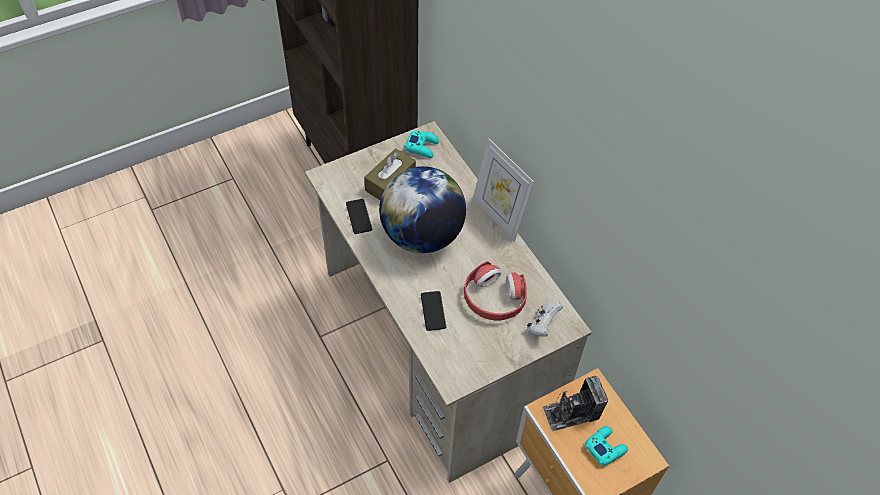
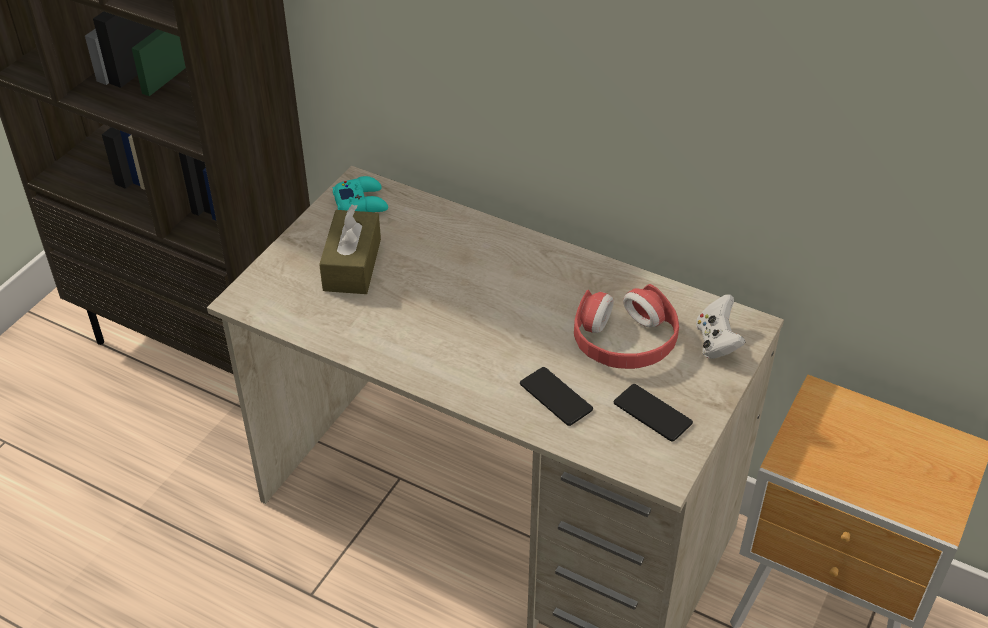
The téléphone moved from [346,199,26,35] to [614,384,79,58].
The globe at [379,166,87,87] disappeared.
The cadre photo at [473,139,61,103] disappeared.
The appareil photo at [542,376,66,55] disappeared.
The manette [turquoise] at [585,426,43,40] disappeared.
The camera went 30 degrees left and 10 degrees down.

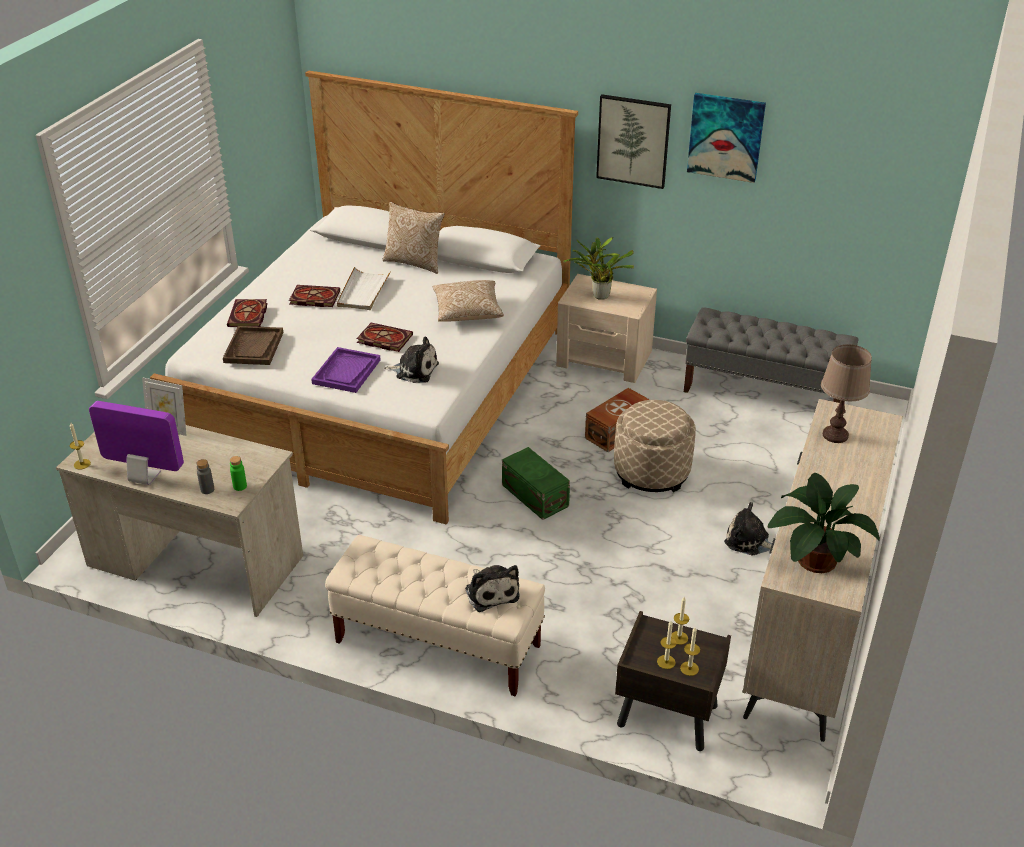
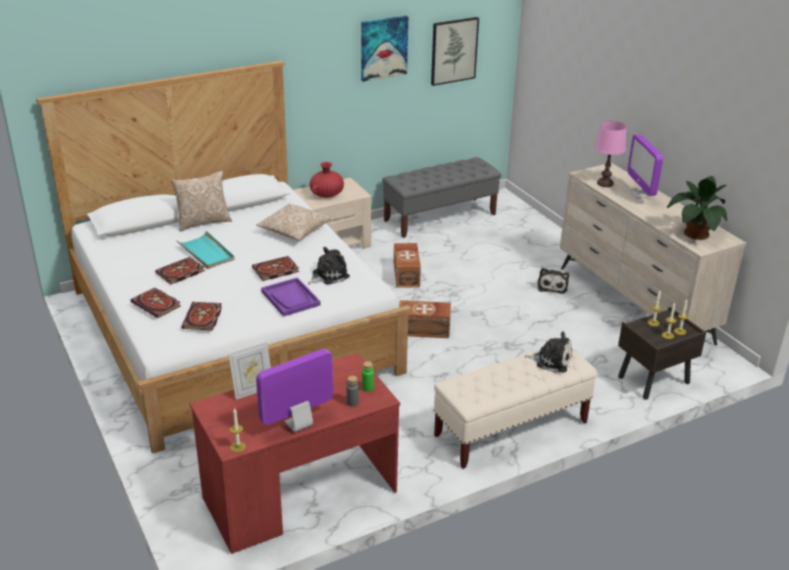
The plateau [blanc] at [337,267,55,43] became the plateau [turquoise] at [176,231,59,38].
The plateau [marron] at [223,326,61,39] was replaced by the livre at [181,302,41,29].
The bureau [beige] at [56,425,247,192] became the bureau [rouge] at [189,353,211,201].
The plante en pot at [563,237,71,63] was replaced by the vase [rouge] at [310,162,34,36].
The boîte de rangement [vert] at [502,447,68,73] became the boîte de rangement [marron] at [399,300,52,38].
The tableau moved from [596,94,75,95] to [431,17,48,69].
The peluche at [724,502,48,54] turned 60 degrees counterclockwise.
The lampe de table [marron] at [821,344,51,99] became the lampe de table [rose] at [595,121,31,66].
The écran d'ordinateur at [627,134,36,65] appeared.
The pouf [beige] at [614,400,82,92] disappeared.
The camera went 50 degrees left and 5 degrees down.

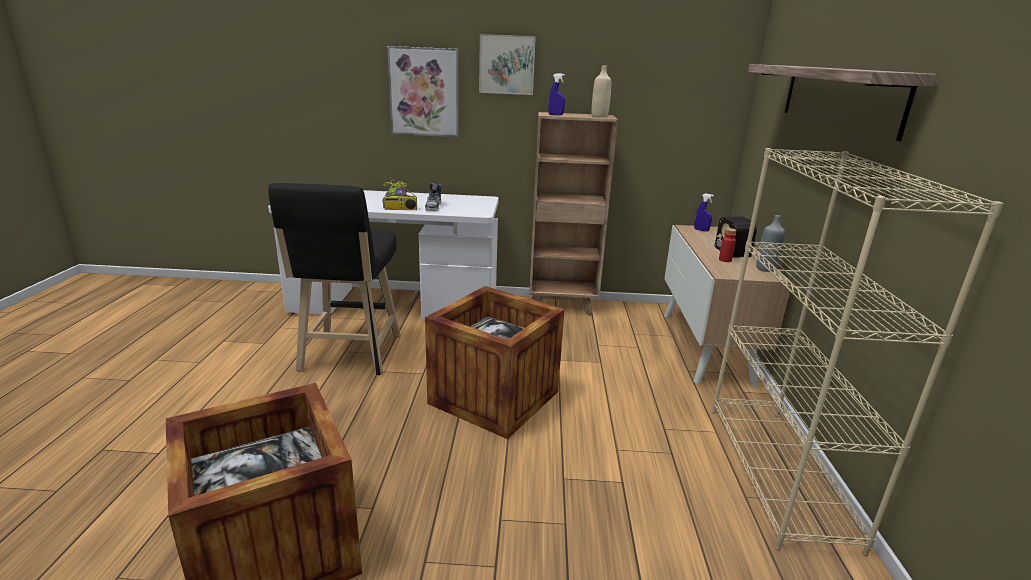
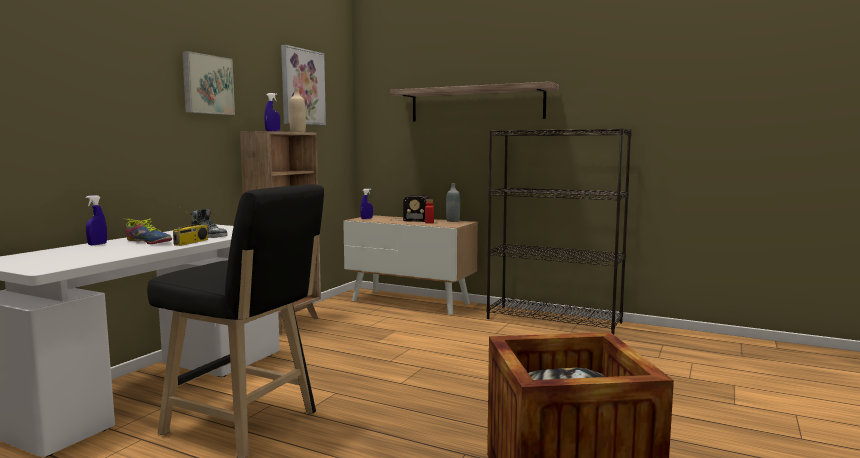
The vaporisateur [bleu] at [86,195,21,50] appeared.
The tableau moved from [387,46,72,91] to [281,45,45,80].
The bibliothèque [beige] at [712,148,291,408] became the bibliothèque [noir] at [487,128,145,207].
The caisse at [425,286,139,153] disappeared.
The camera went 65 degrees left and 15 degrees down.

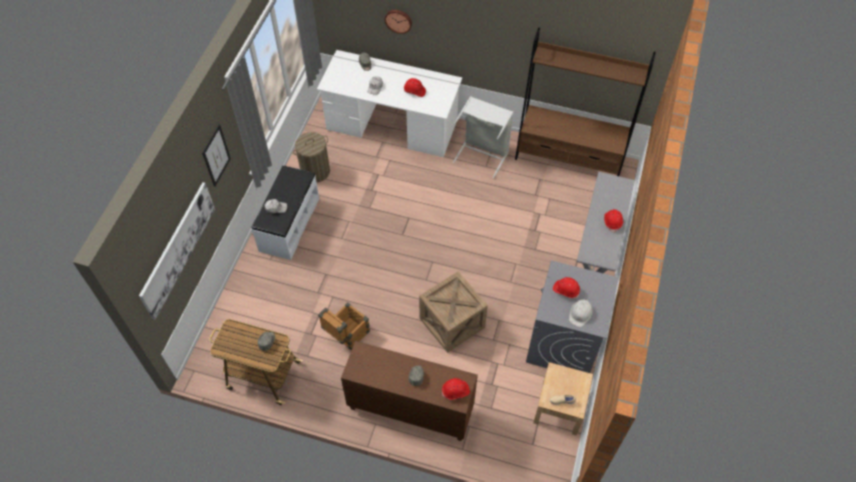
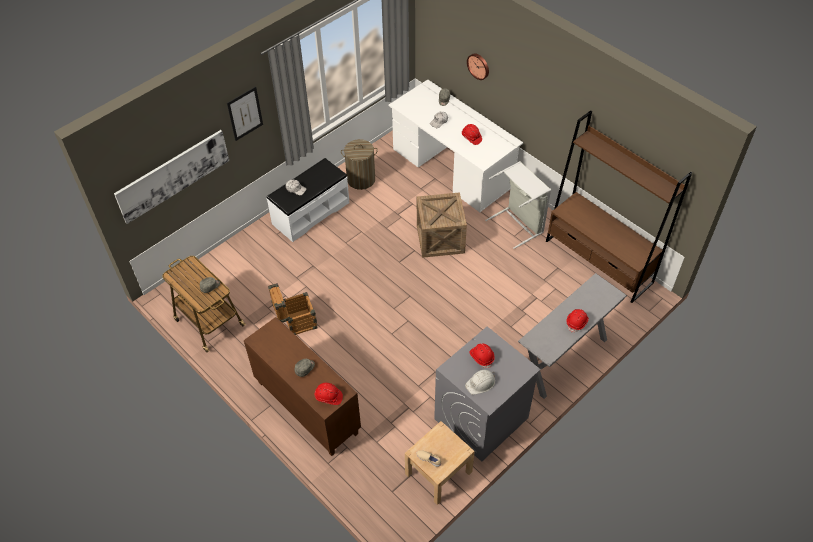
The caisse moved from [419,271,69,82] to [417,192,50,66].
The camera went 30 degrees right and 5 degrees down.

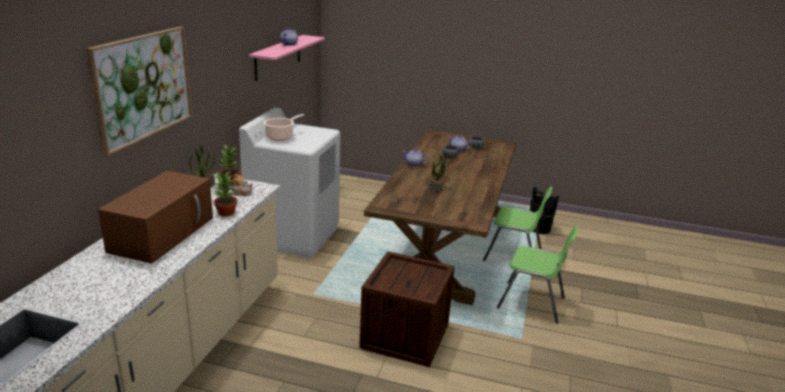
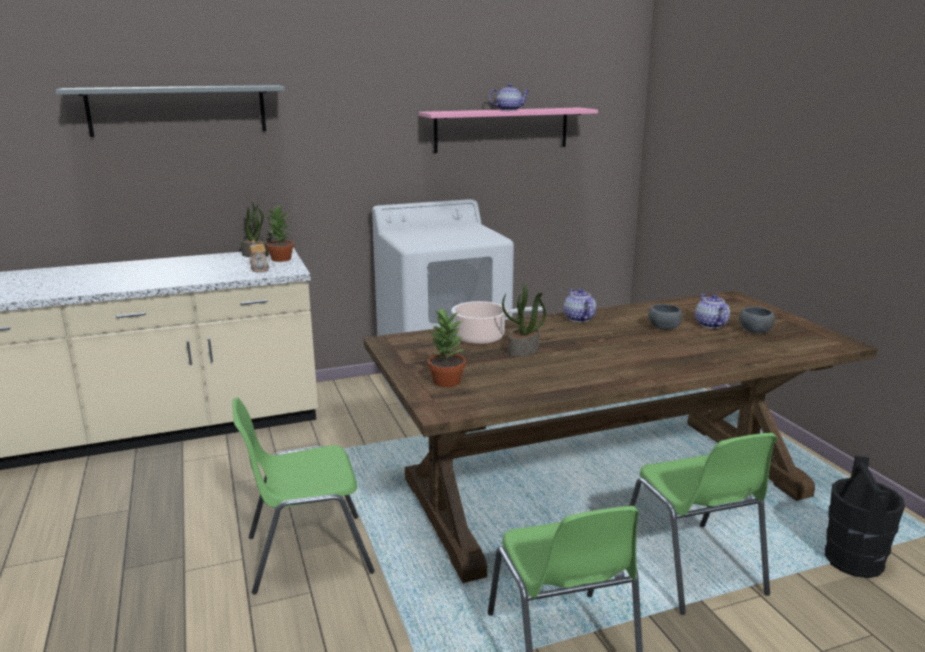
The tableau at [86,27,106,129] was replaced by the étagère [gris] at [55,85,230,52].
The caisse at [359,251,96,116] was replaced by the chaise [vert] at [232,397,143,197].
The plante en pot moved from [213,171,24,45] to [428,307,38,80].
The marmite moved from [264,114,40,27] to [451,301,92,44].
The micro-ondes [marron] at [98,171,115,93] disappeared.
The camera went 55 degrees right and 5 degrees down.

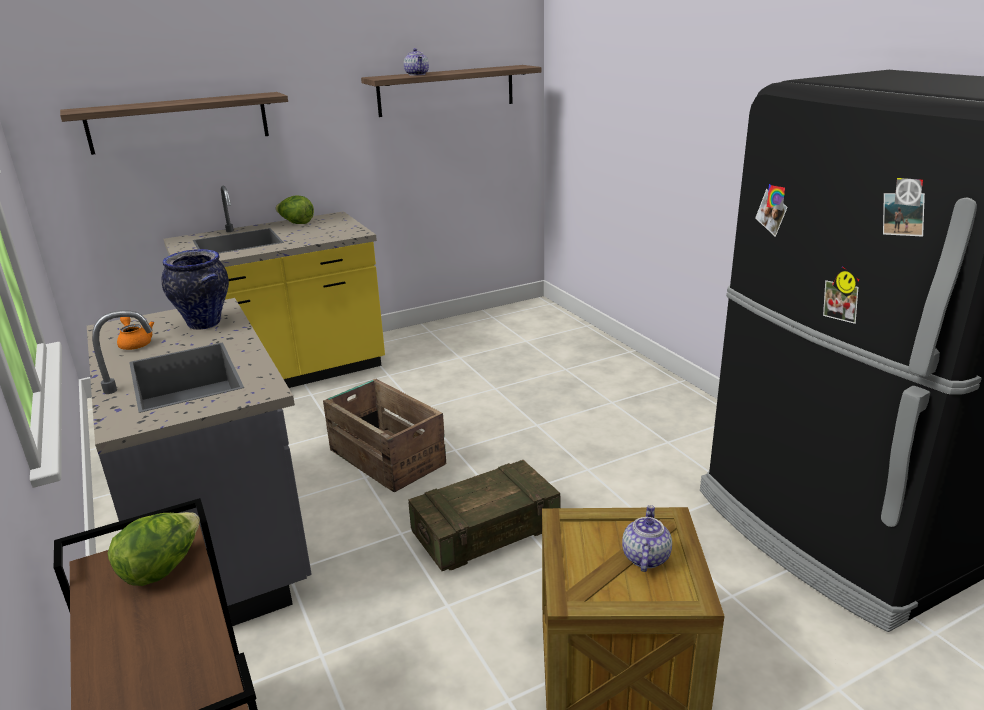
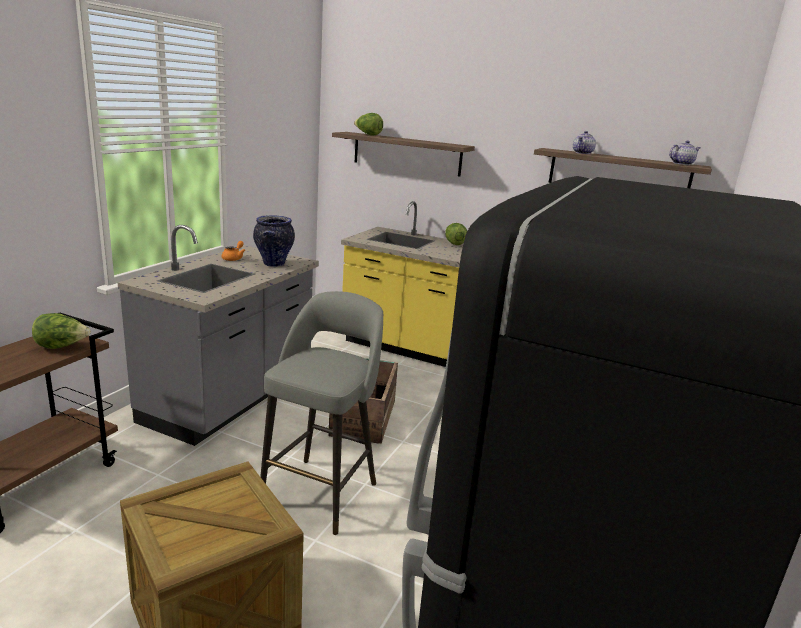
The caisse at [408,460,153,111] was replaced by the tabouret [gris] at [260,291,123,244].
The laitue at [354,113,29,23] appeared.
The théière moved from [622,505,50,67] to [669,141,32,24].
The camera went 50 degrees right and 5 degrees down.

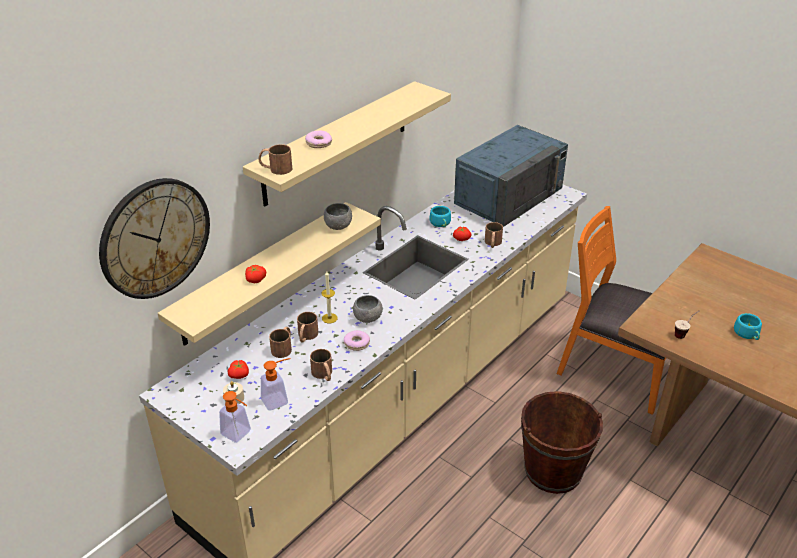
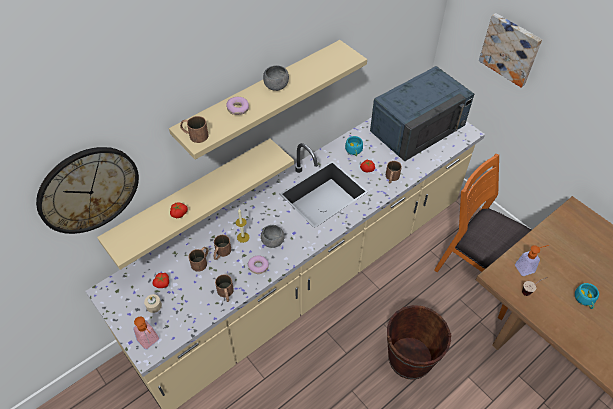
The bol [gris] moved from [324,203,28,27] to [263,65,26,26].
The tableau at [479,13,63,74] appeared.
The distributeur de savon moved from [261,358,30,53] to [515,245,34,31].
The camera went 10 degrees right and 15 degrees up.

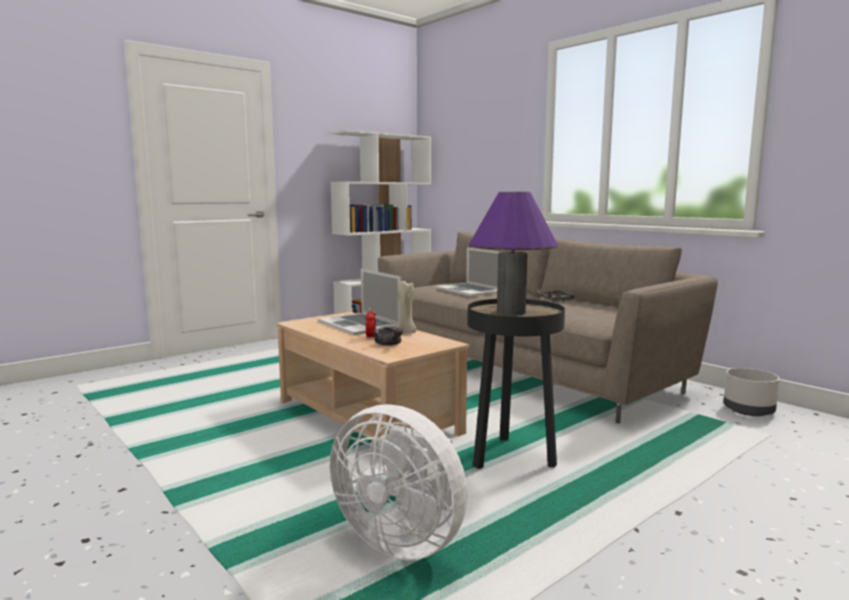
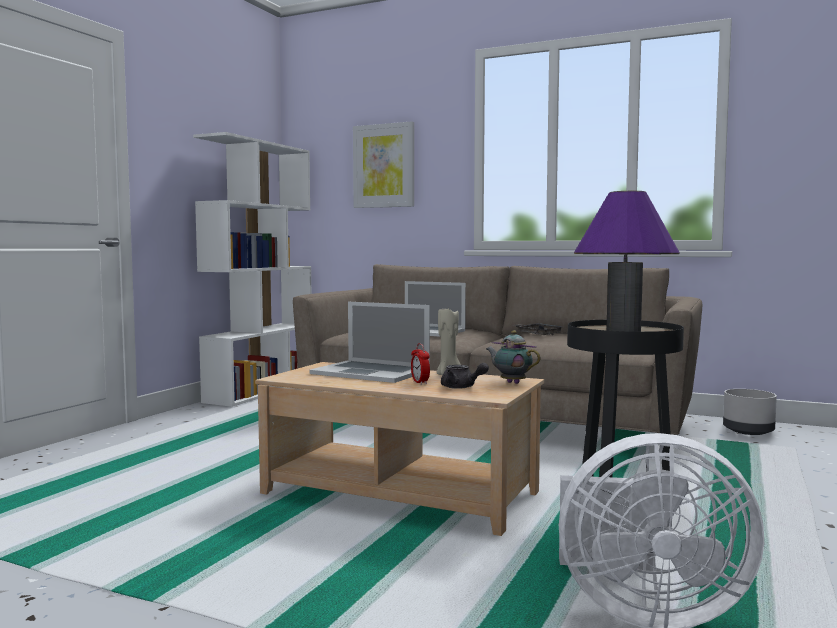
The tableau at [353,121,61,87] appeared.
The théière at [486,331,54,53] appeared.
The camera went 25 degrees left and 5 degrees down.

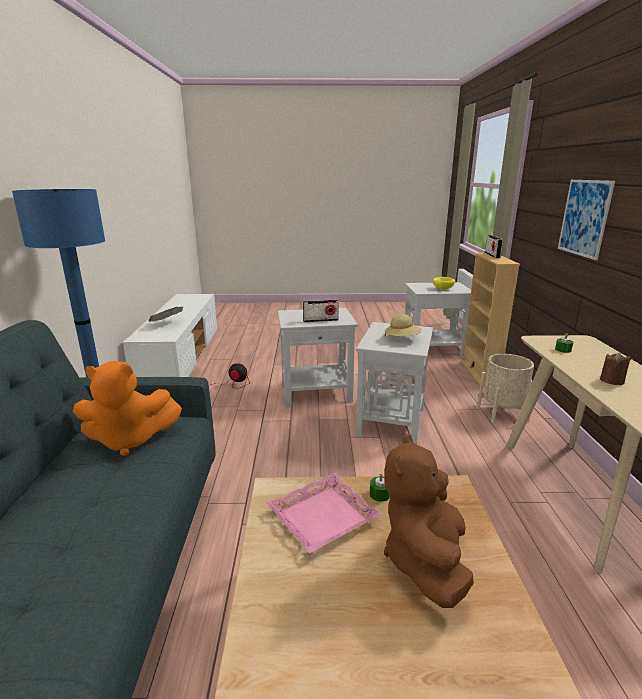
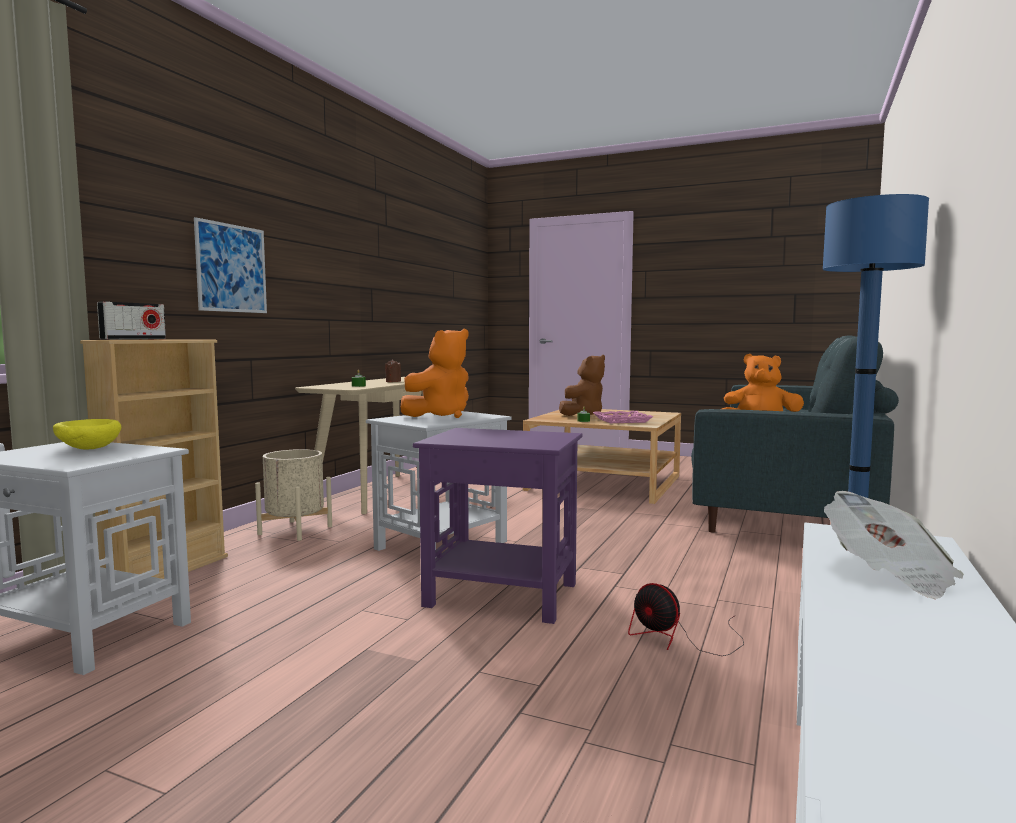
The chapeau [beige] at [385,314,37,22] was replaced by the peluche [orange] at [401,329,68,89].
The table d'appoint [blanc] at [277,308,81,99] became the table d'appoint [violet] at [413,428,169,196].
The radio at [303,300,36,22] disappeared.
The camera went 155 degrees left and 15 degrees down.

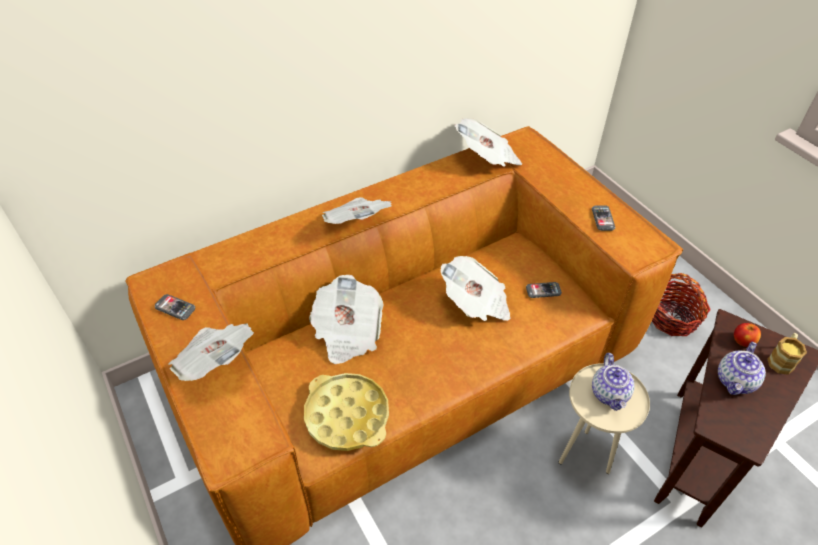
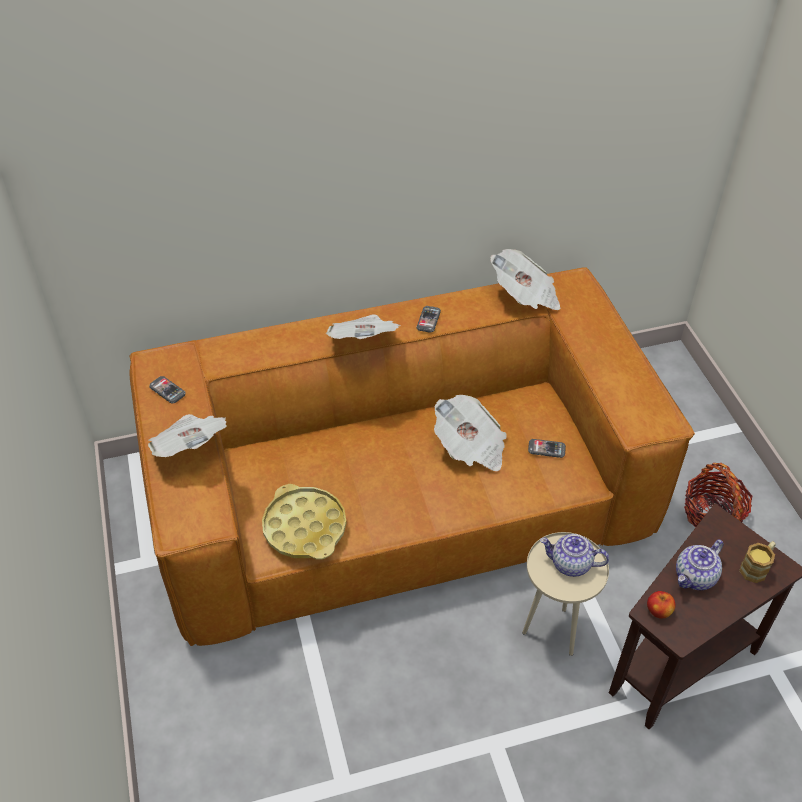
The téléphone moved from [592,205,23,26] to [416,306,25,27].
The théière at [592,353,42,58] turned 90 degrees clockwise.
The pomme moved from [734,323,27,24] to [647,591,29,28].
The journal at [309,275,75,89] disappeared.
The camera went 15 degrees right and 0 degrees up.

